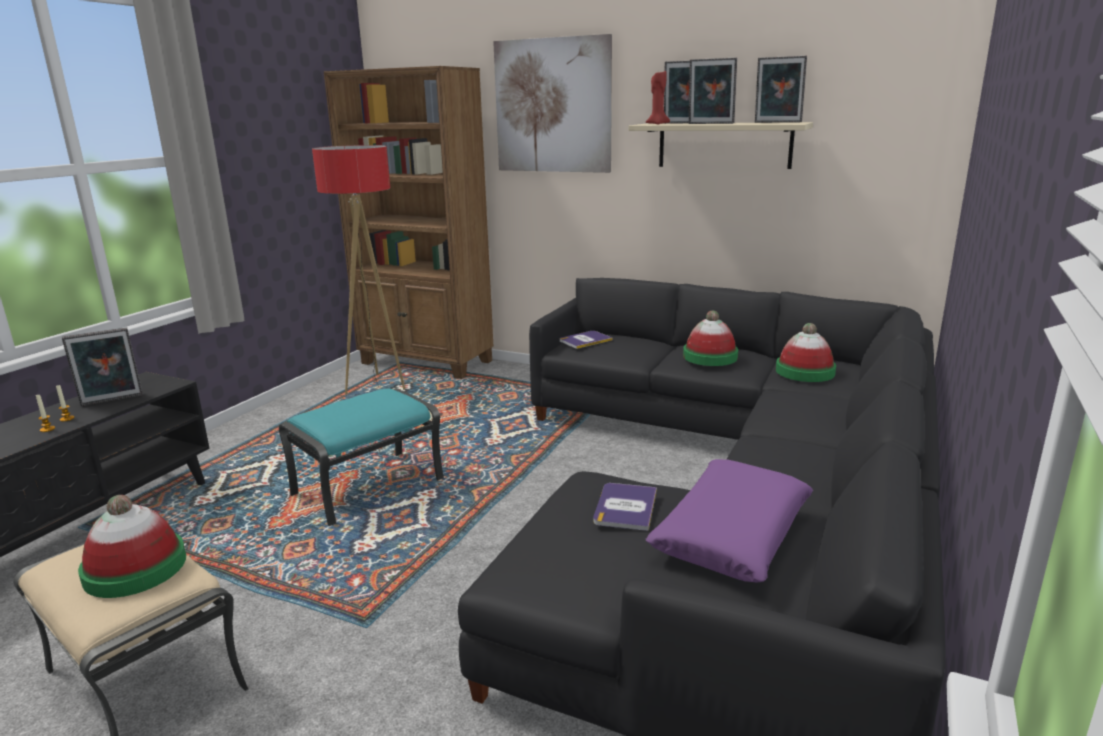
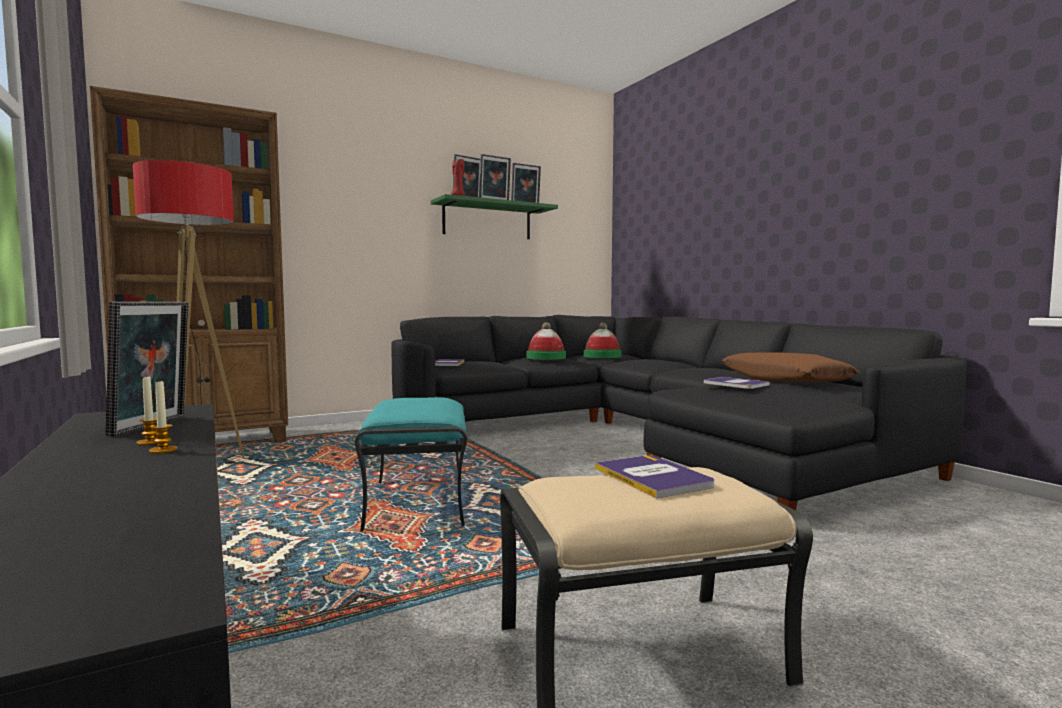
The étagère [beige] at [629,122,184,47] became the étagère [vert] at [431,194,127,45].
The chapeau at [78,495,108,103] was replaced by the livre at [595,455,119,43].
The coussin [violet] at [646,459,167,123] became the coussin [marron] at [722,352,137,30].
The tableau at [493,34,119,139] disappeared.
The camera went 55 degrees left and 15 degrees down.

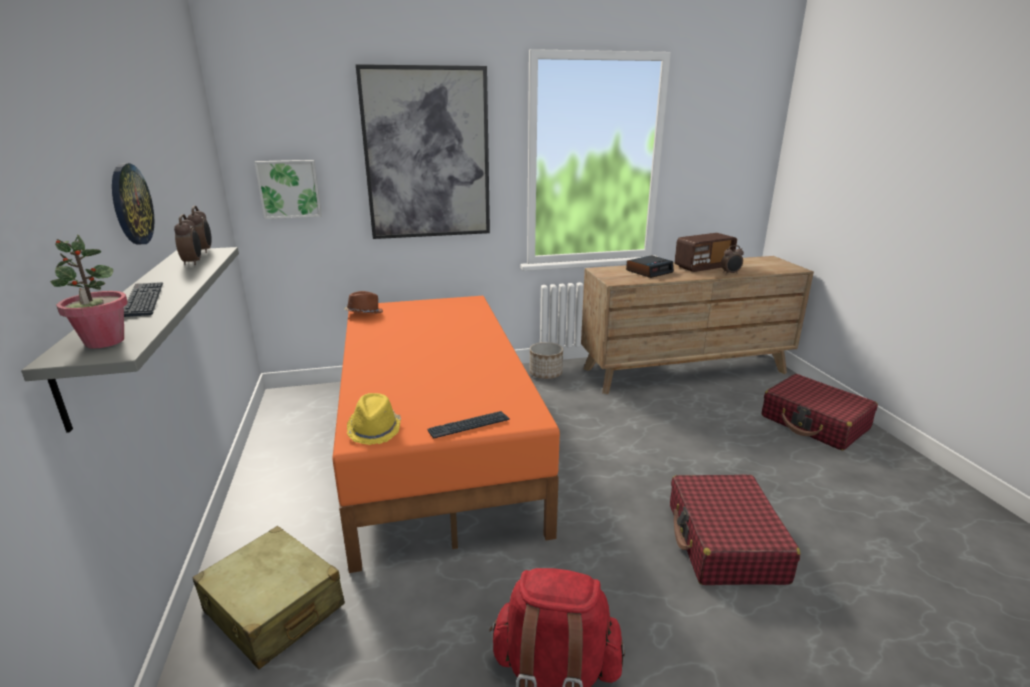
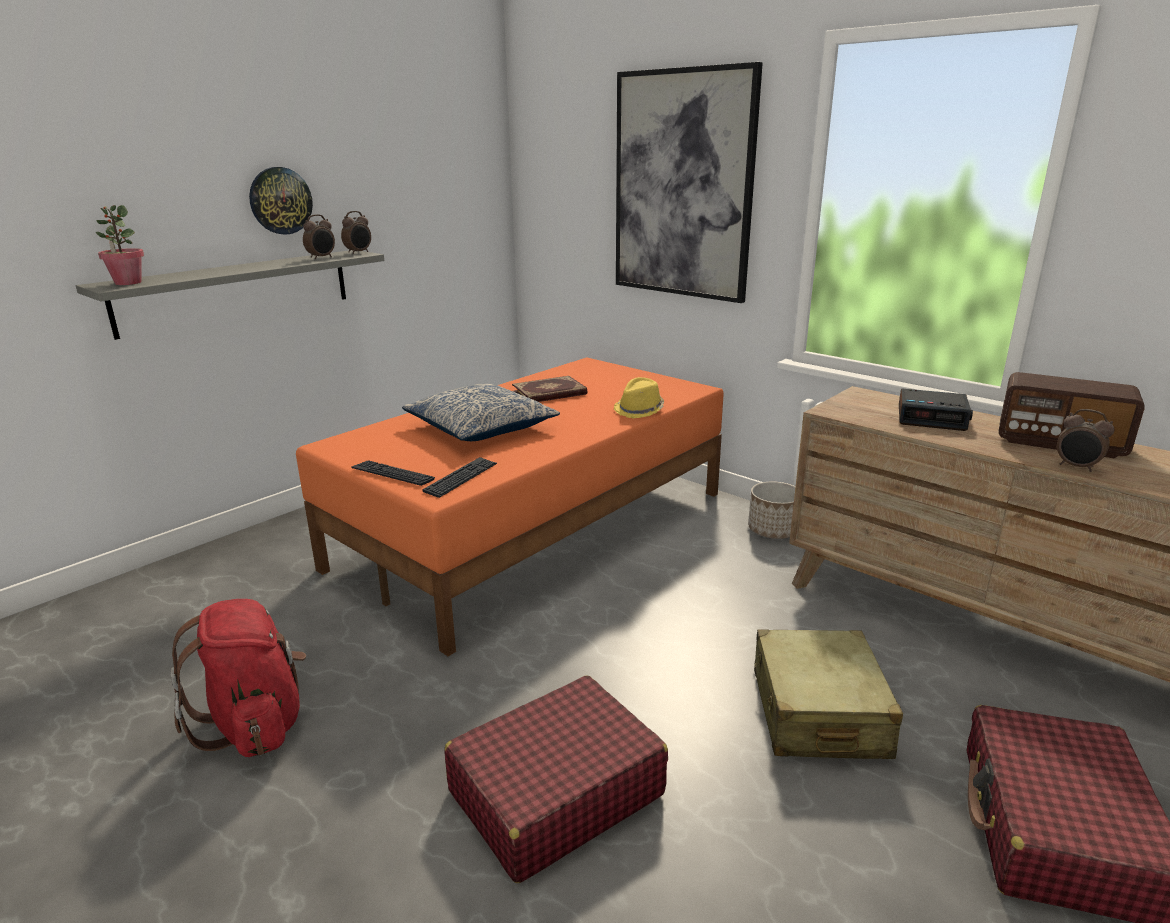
The coussin at [402,383,158,58] appeared.
The clavier moved from [124,282,39,35] to [422,457,75,41].
The livre at [512,376,76,26] appeared.
The chapeau [jaune] moved from [347,393,54,52] to [614,377,50,42].
The valise [beige] moved from [192,526,153,143] to [754,629,149,130].
The tableau at [254,160,68,59] disappeared.
The chapeau [marron] at [344,291,39,23] disappeared.
The camera went 55 degrees right and 0 degrees up.

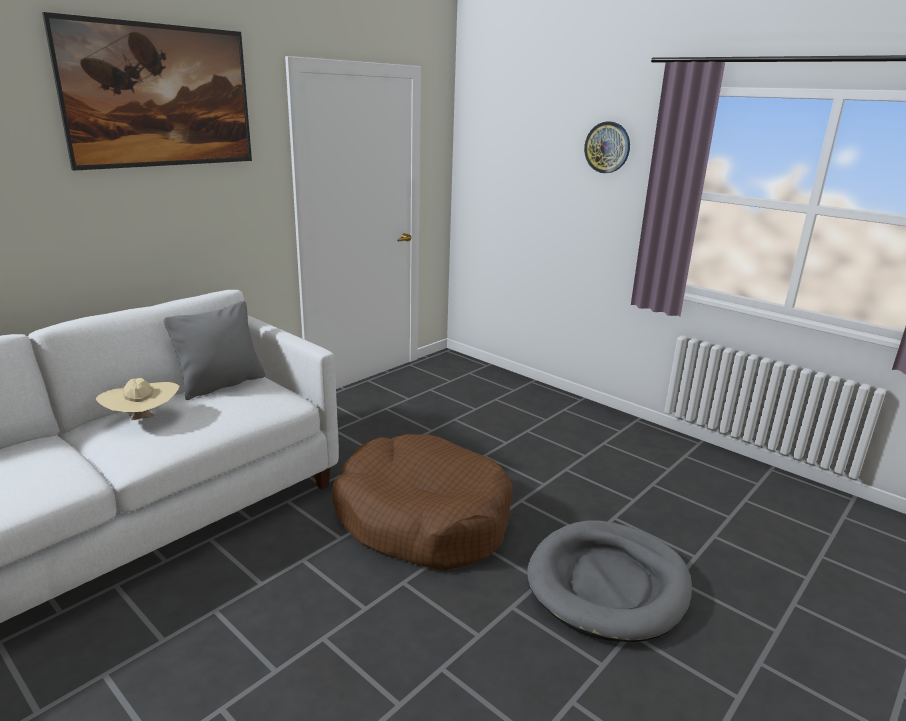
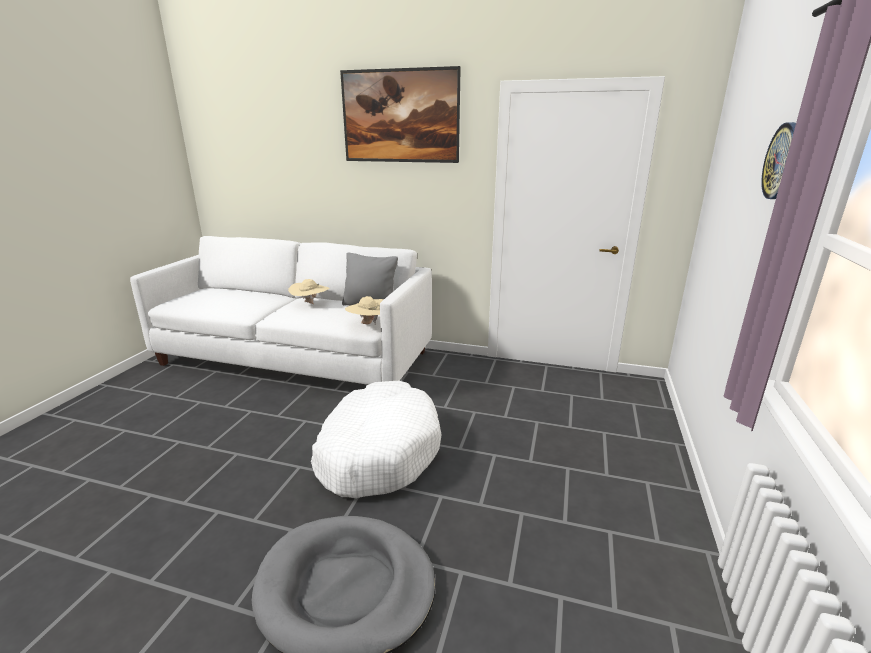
The panier pour chien [marron] at [332,434,181,136] became the panier pour chien [blanc] at [311,381,130,117].
The chapeau [beige] at [345,296,39,29] appeared.
The camera went 65 degrees right and 0 degrees up.

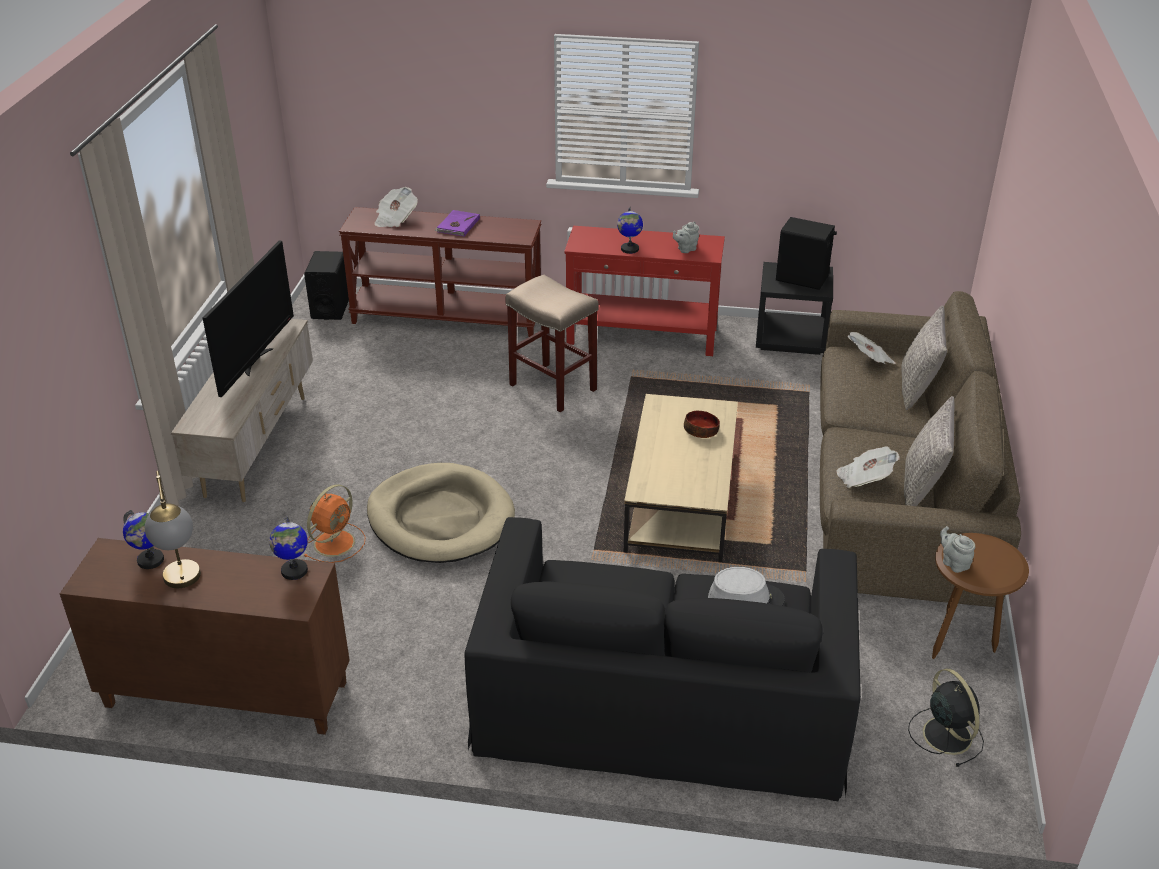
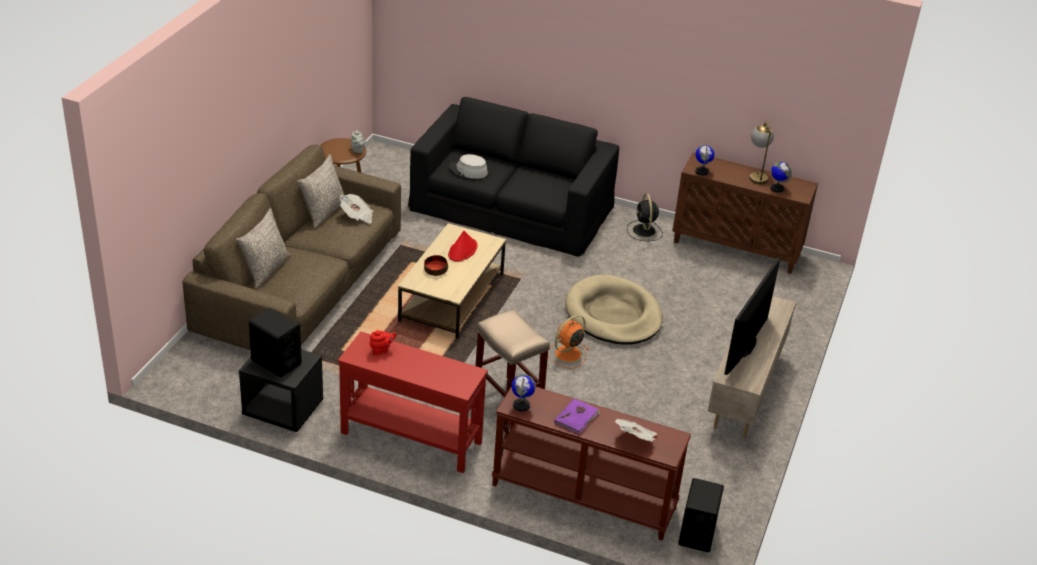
The théière [gris] at [673,222,26,31] became the théière [rouge] at [369,330,27,25].
The chapeau [rouge] at [448,231,29,30] appeared.
The globe moved from [617,207,26,47] to [511,374,25,37].
The ventilateur [orange] moved from [304,484,62,79] to [548,315,40,53].
The ventilateur [noir] moved from [908,669,76,98] to [627,194,36,47].
The journal at [847,332,49,32] disappeared.
The camera went 170 degrees left and 0 degrees up.

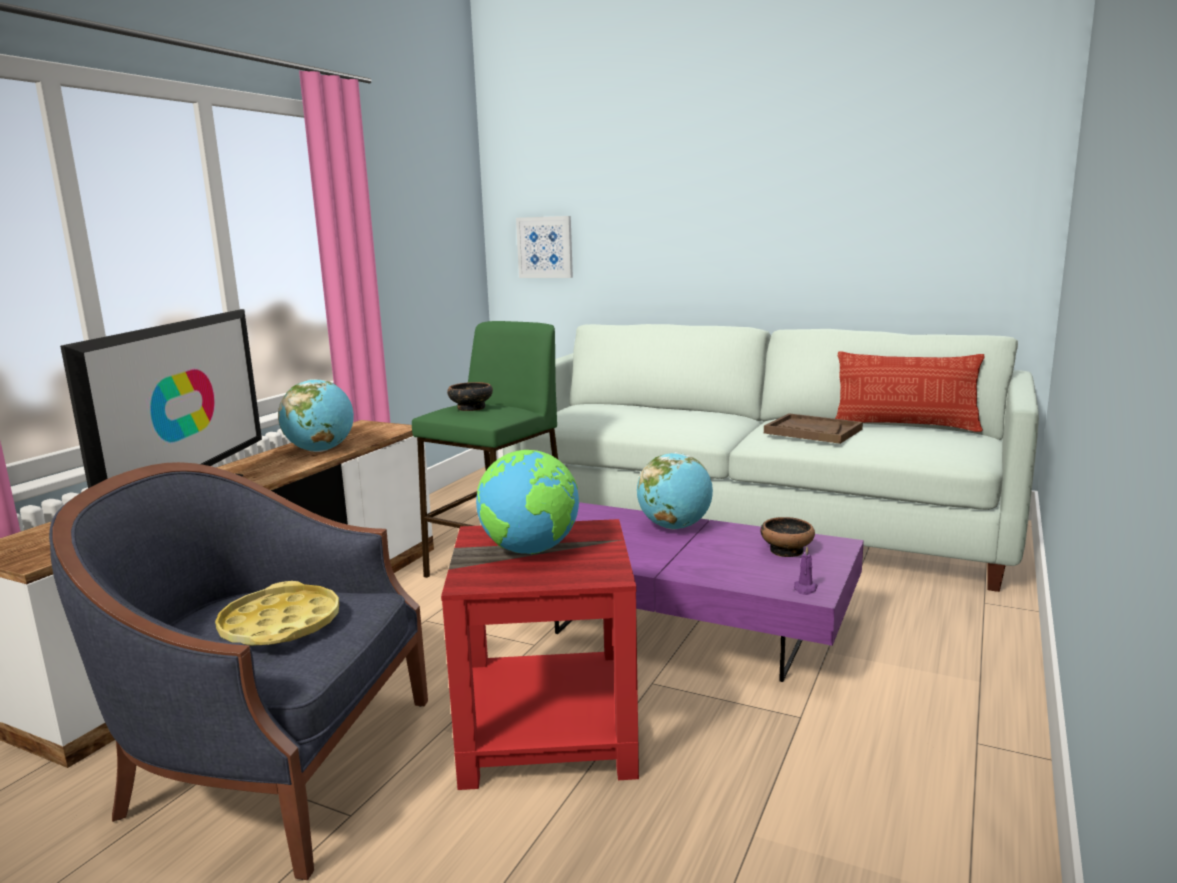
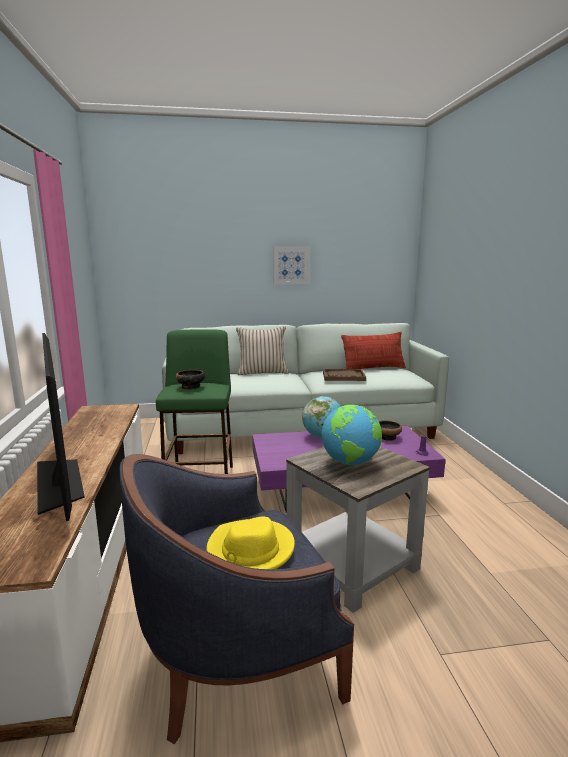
The plateau [jaune] at [215,581,124,65] was replaced by the chapeau [jaune] at [206,516,89,53].
The coussin [beige] at [236,326,53,49] appeared.
The tableau moved from [516,216,57,62] to [273,246,37,38].
The table d'appoint [rouge] at [441,519,198,271] became the table d'appoint [gris] at [286,447,144,166].
The globe at [278,379,76,73] disappeared.
The camera went 35 degrees left and 0 degrees up.

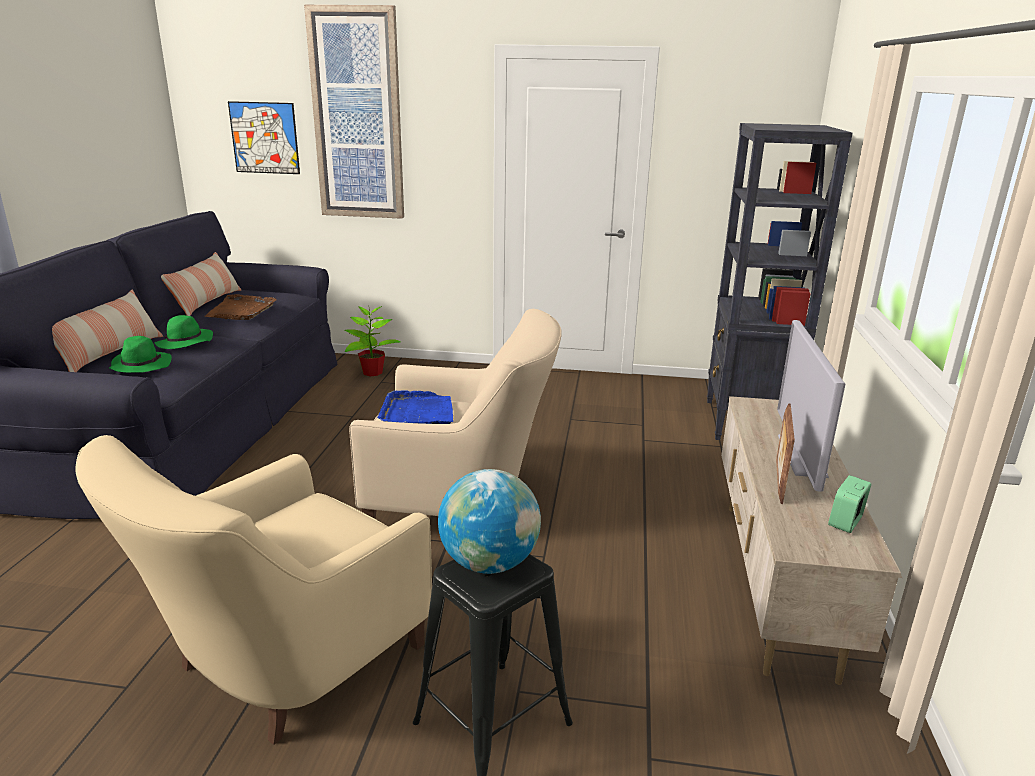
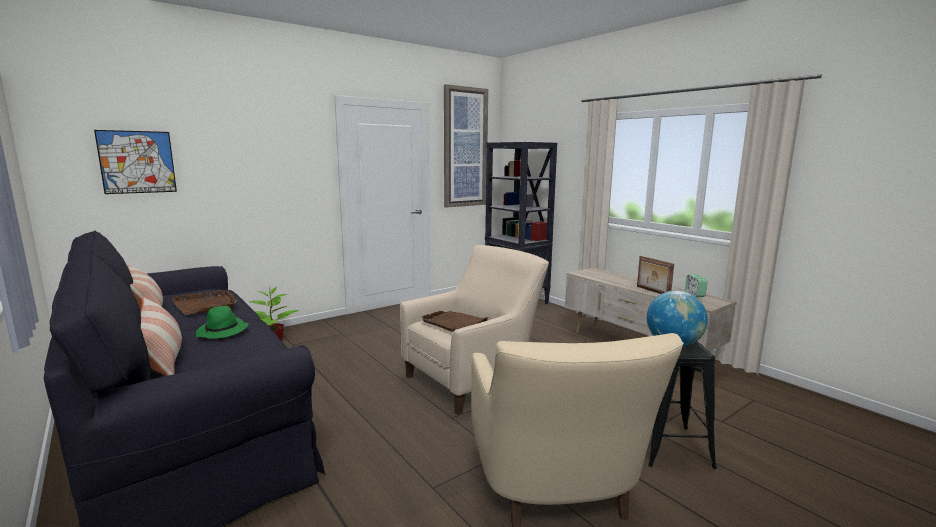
The plateau [bleu] at [377,391,76,33] became the plateau [marron] at [421,311,69,21].
The tableau moved from [304,5,100,214] to [444,84,44,124].
The chapeau [vert] at [109,336,63,37] disappeared.
The téléviseur at [777,320,68,172] disappeared.
The camera went 45 degrees left and 10 degrees down.

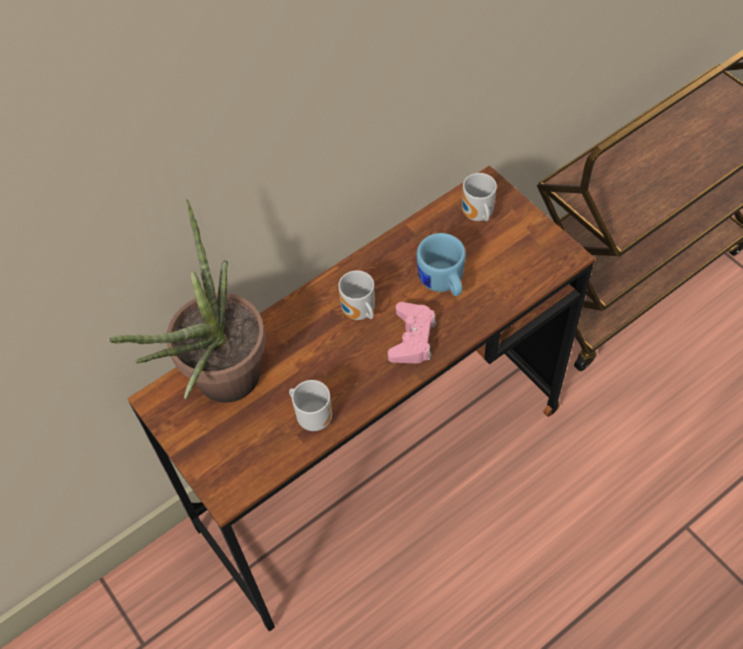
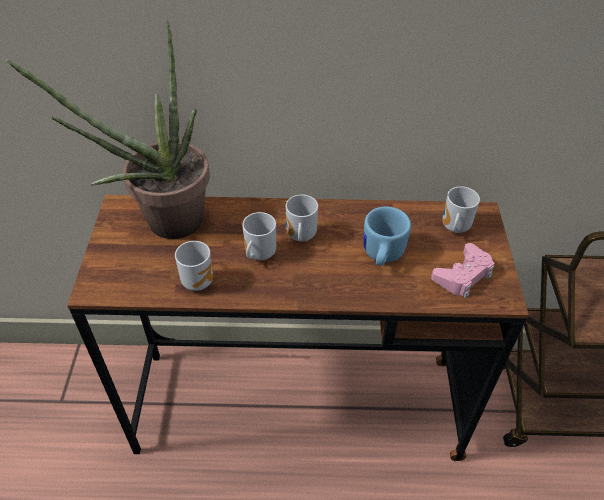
The mug at [242,212,34,48] appeared.
The manette [rose] moved from [388,302,48,62] to [431,243,64,55].
The camera went 35 degrees right and 10 degrees down.

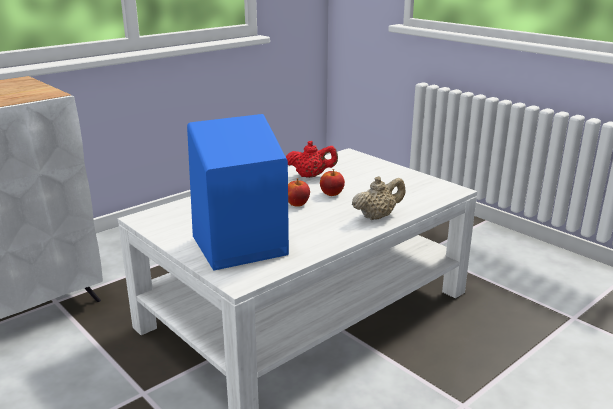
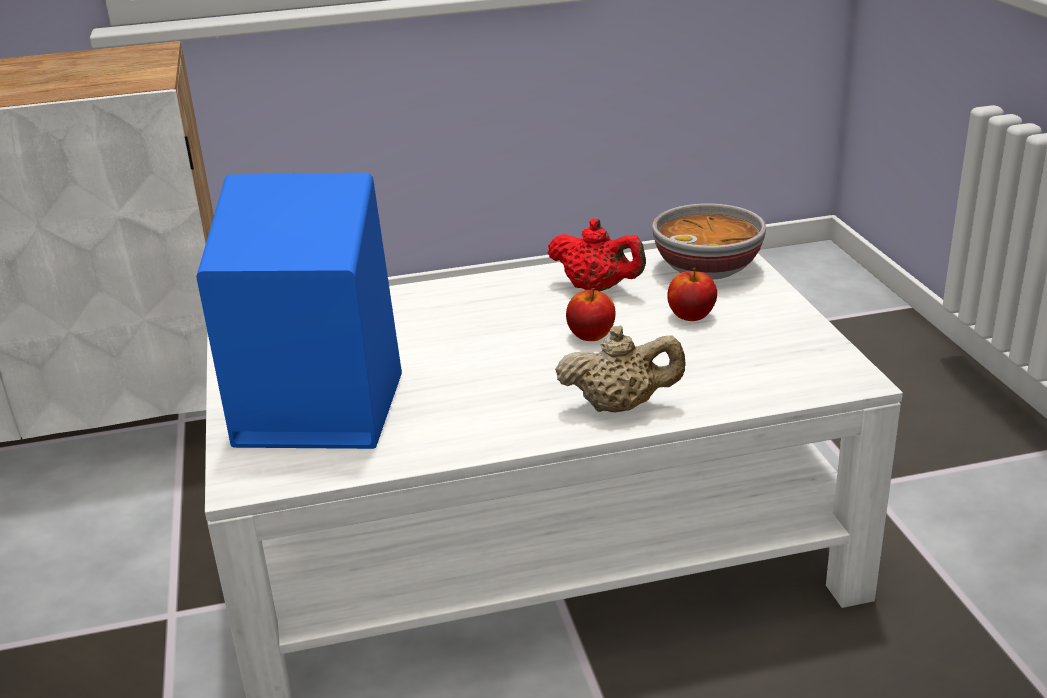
The bol at [652,203,114,77] appeared.
The pomme moved from [288,178,22,28] to [667,268,50,53].
The camera went 30 degrees right and 5 degrees up.

